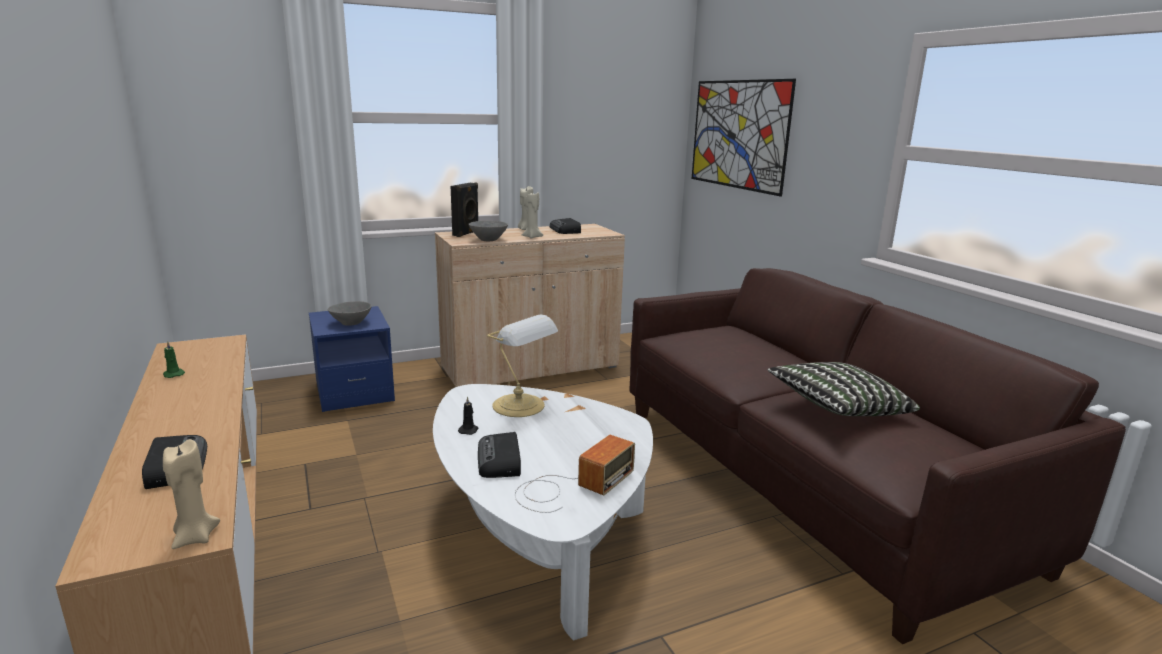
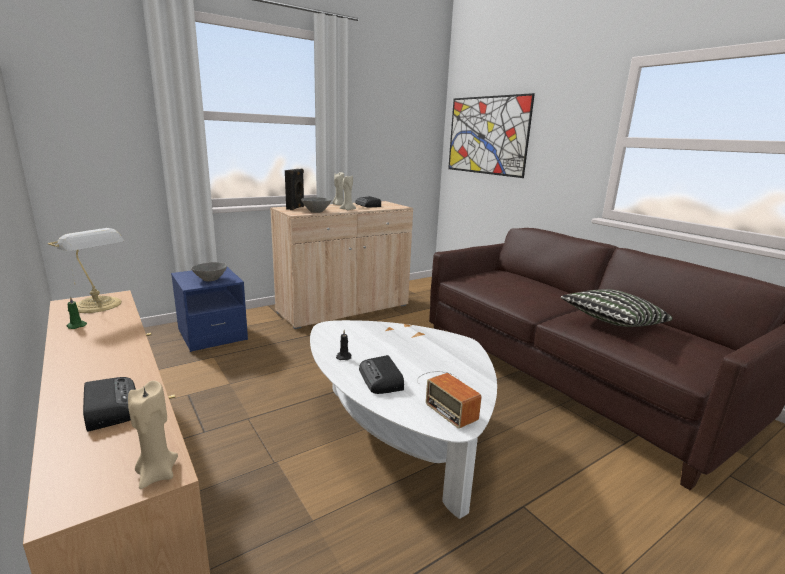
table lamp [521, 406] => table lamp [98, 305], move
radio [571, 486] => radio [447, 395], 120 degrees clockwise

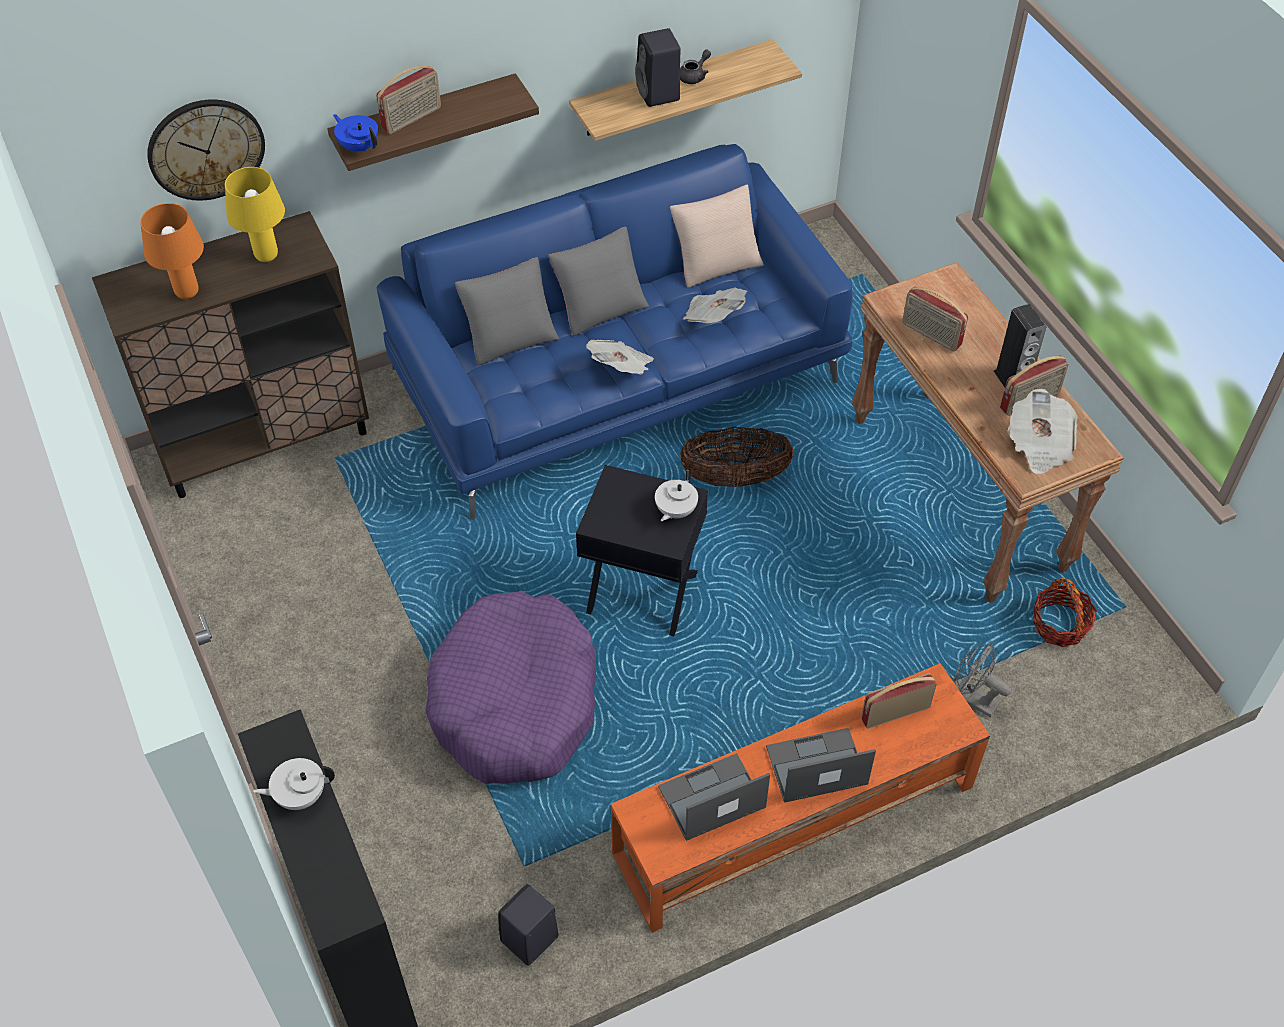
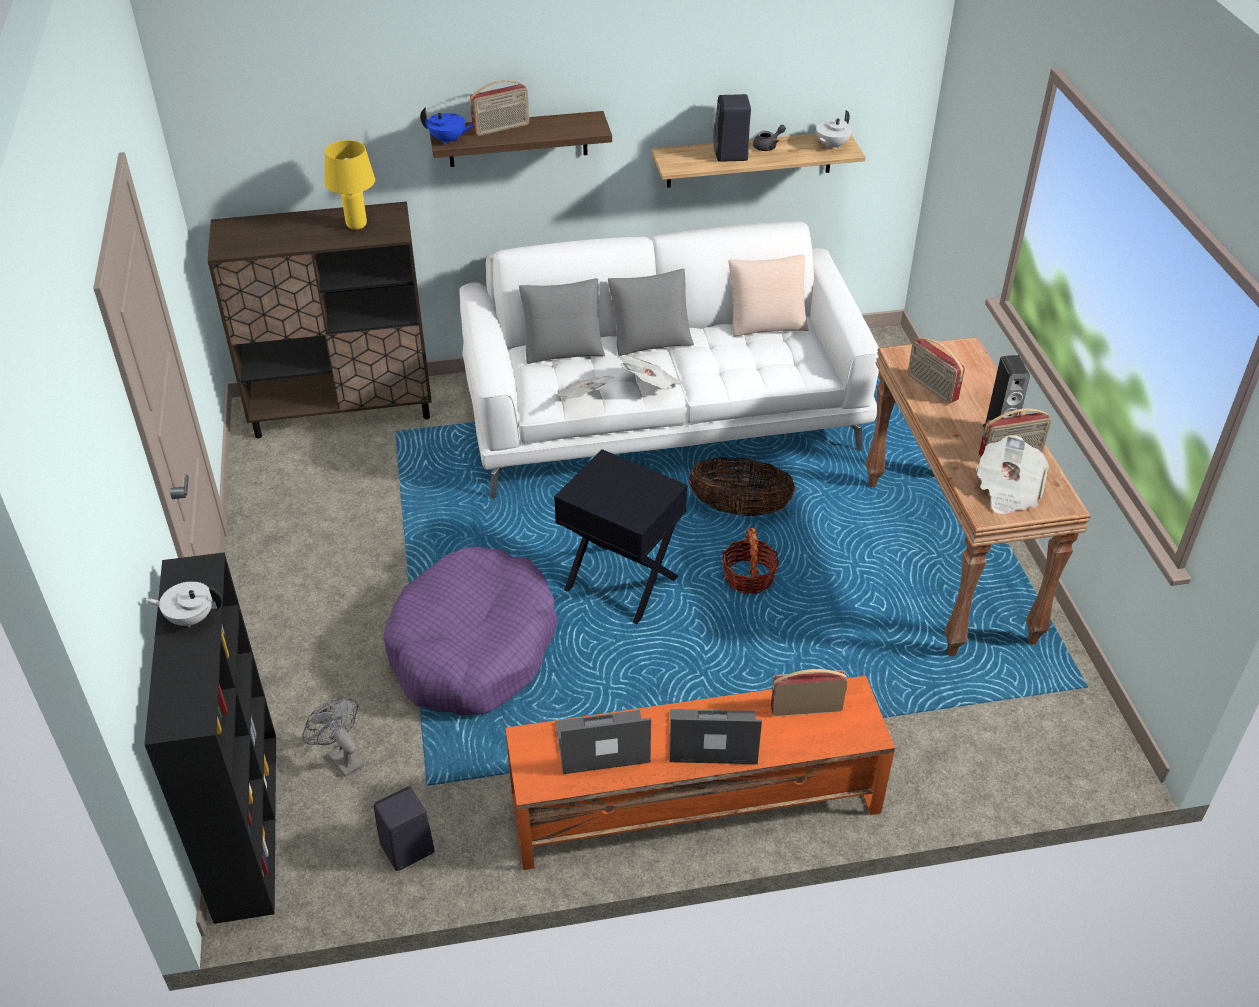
gray cooling fan [973, 699] => gray cooling fan [341, 757], move
bluish tea pot [359, 146] => bluish tea pot [448, 140], 135 degrees clockwise
bluish settee [619, 375] => white settee [664, 412]
daily paper [713, 317] => daily paper [583, 399], move
storage basket [1059, 625] => storage basket [749, 577], move
white tea pot [675, 511] => white tea pot [831, 146], move
orangey table lamp [187, 293] => nothing
hanging clock [206, 149] => nothing

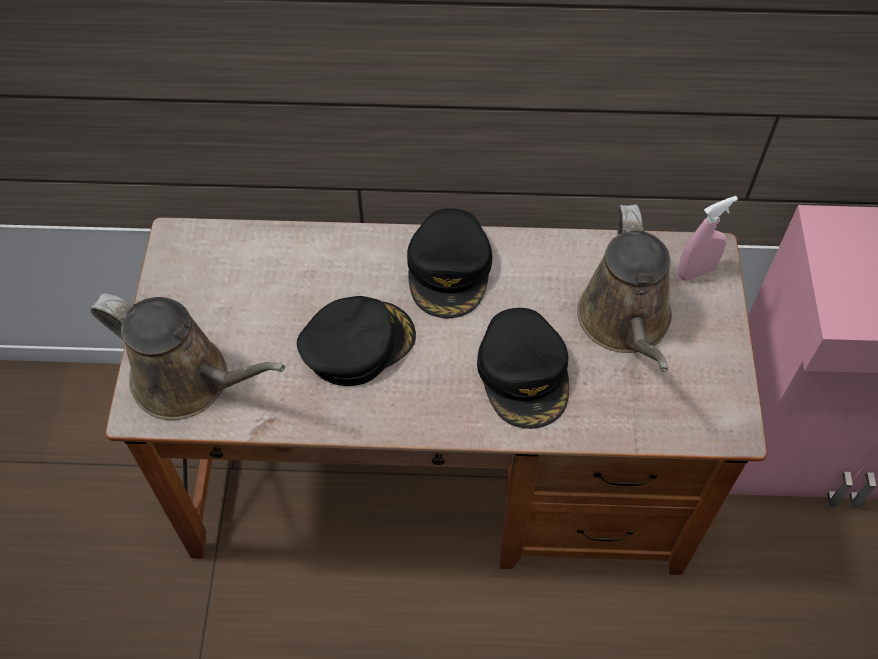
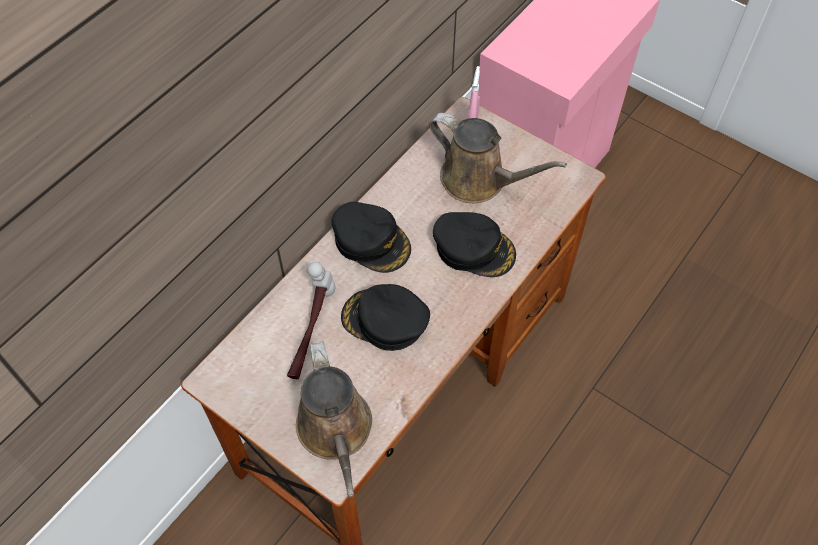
nothing => hand hammer [311, 330]
brownish watering pot [189, 381] => brownish watering pot [336, 432], 105 degrees clockwise
black baseball cap [357, 343] => black baseball cap [385, 320], 75 degrees counterclockwise

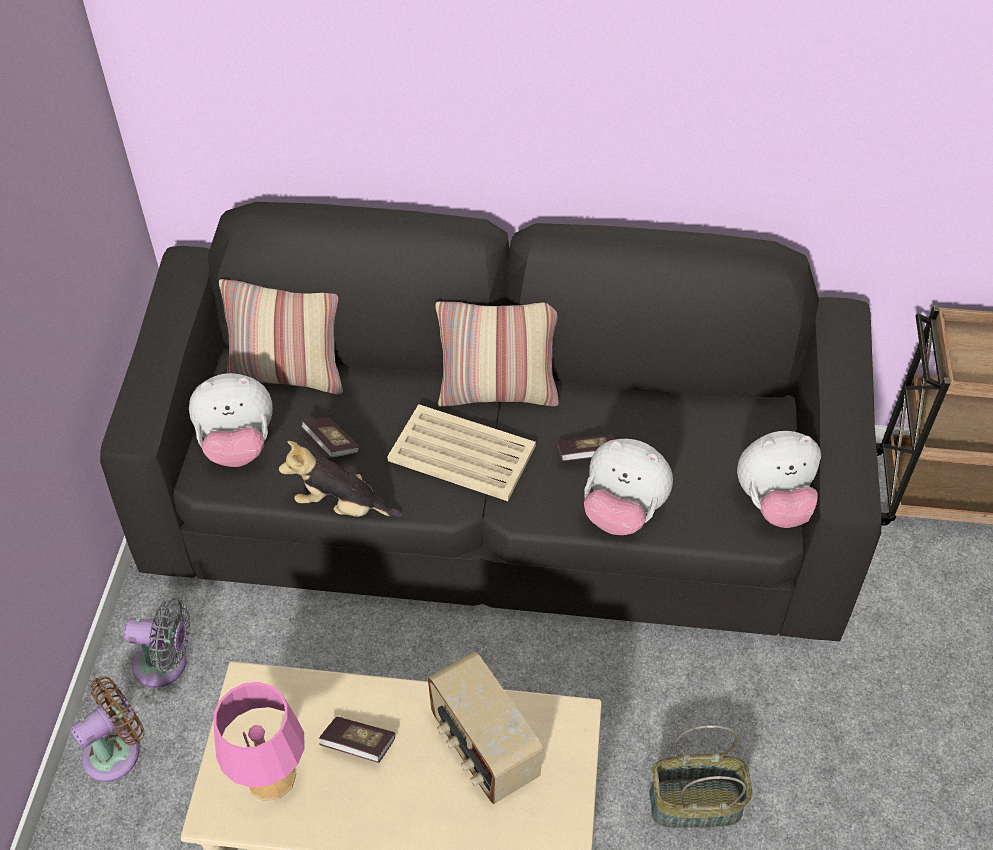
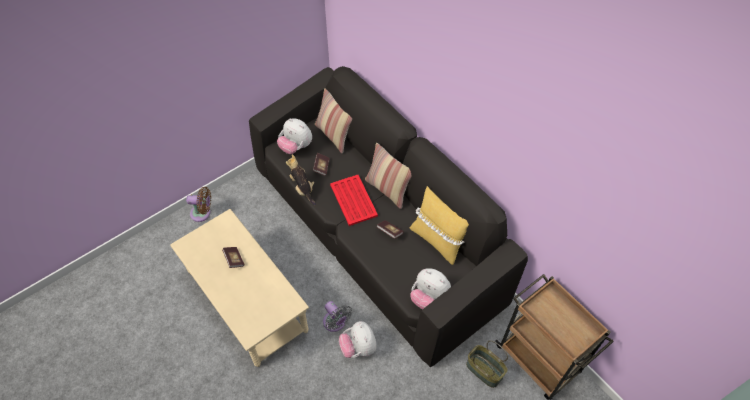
gray cooling fan [166, 664] => gray cooling fan [335, 323], move
sand-coloured carrying tray [463, 454] => reddish carrying tray [353, 201]
plush toy [622, 512] => plush toy [358, 347], move
nothing => yellow pillow [437, 240]
storage basket [694, 805] => storage basket [483, 370], move
pink table lamp [271, 778] => nothing
radio [483, 748] => nothing

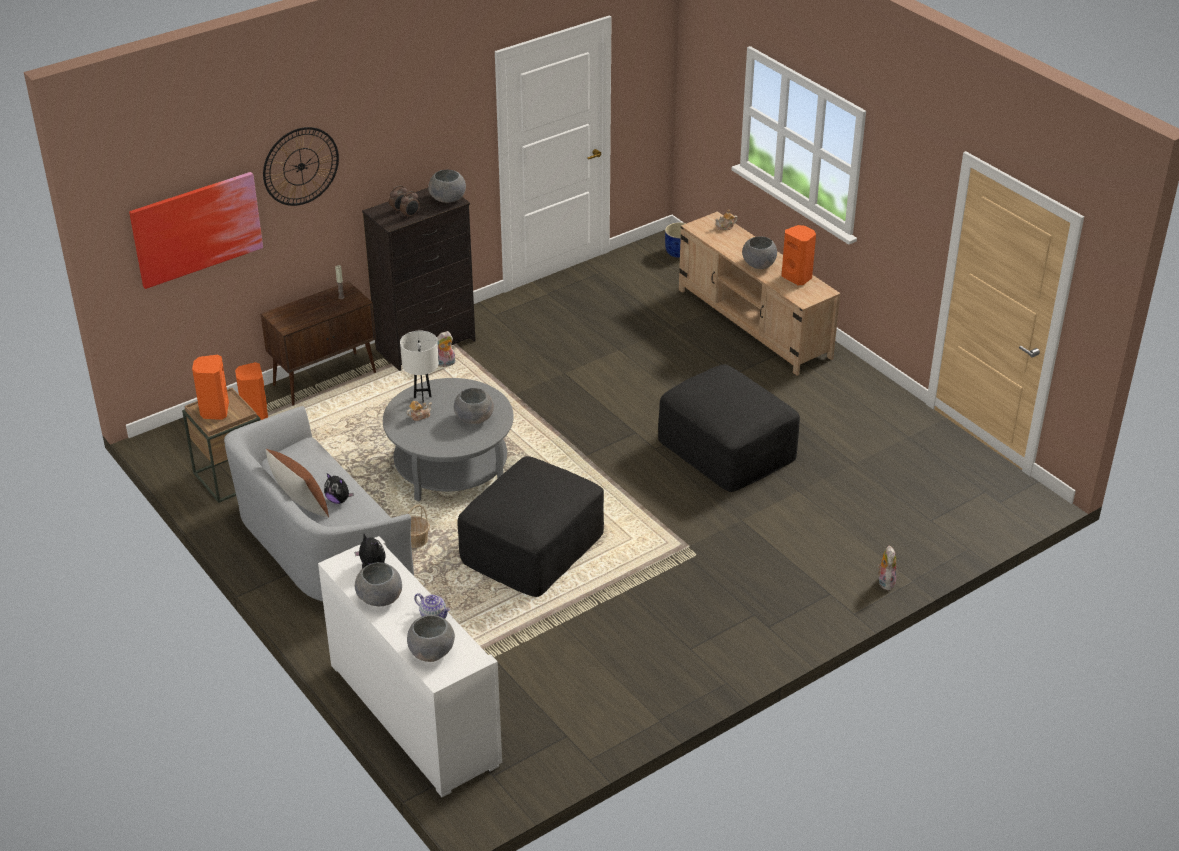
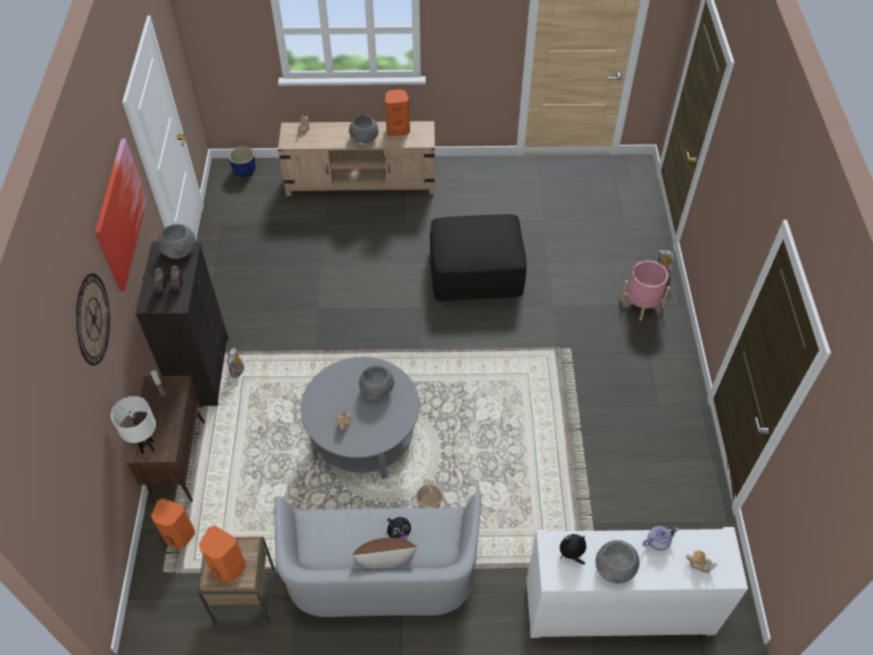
picture [196, 228] => picture [119, 214], move
white table lamp [422, 397] => white table lamp [147, 447], move
nothing => pink plant pot [641, 304]
gray bowl [432, 651] => tea pot [699, 564]
black footrest [532, 546] => nothing

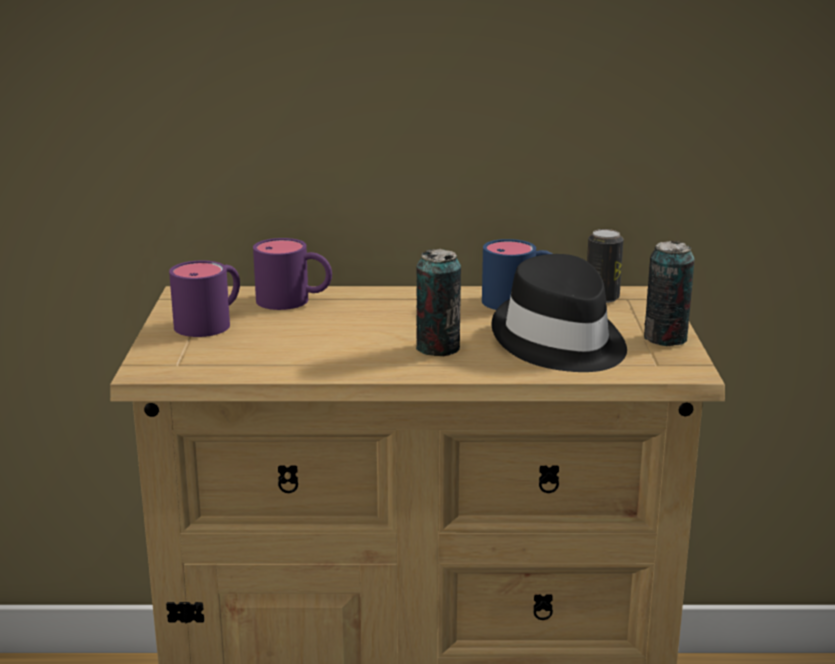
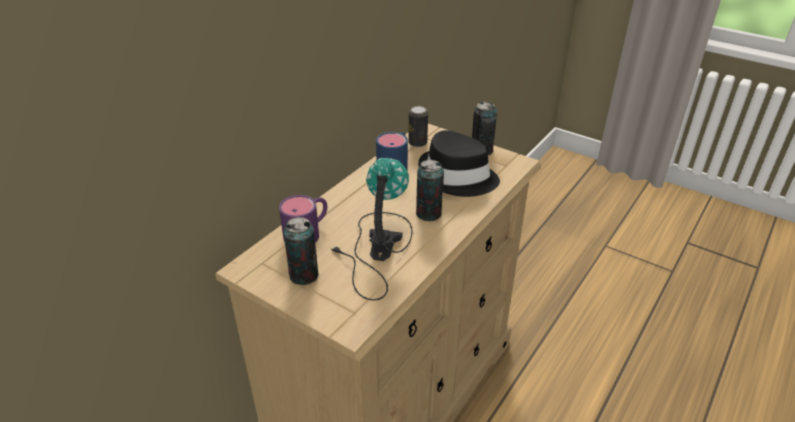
purple coffee mug [212, 322] => can [304, 275]
nothing => table lamp [376, 249]

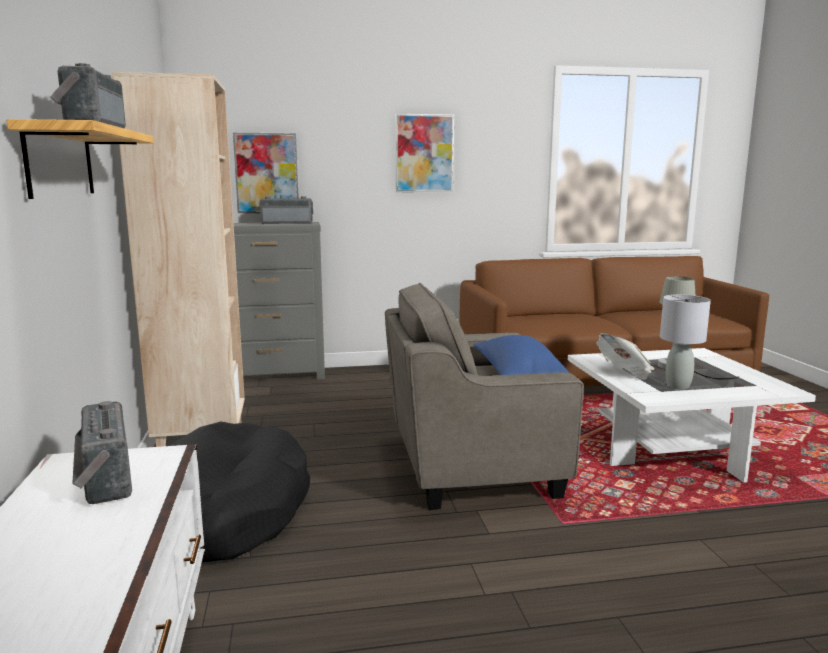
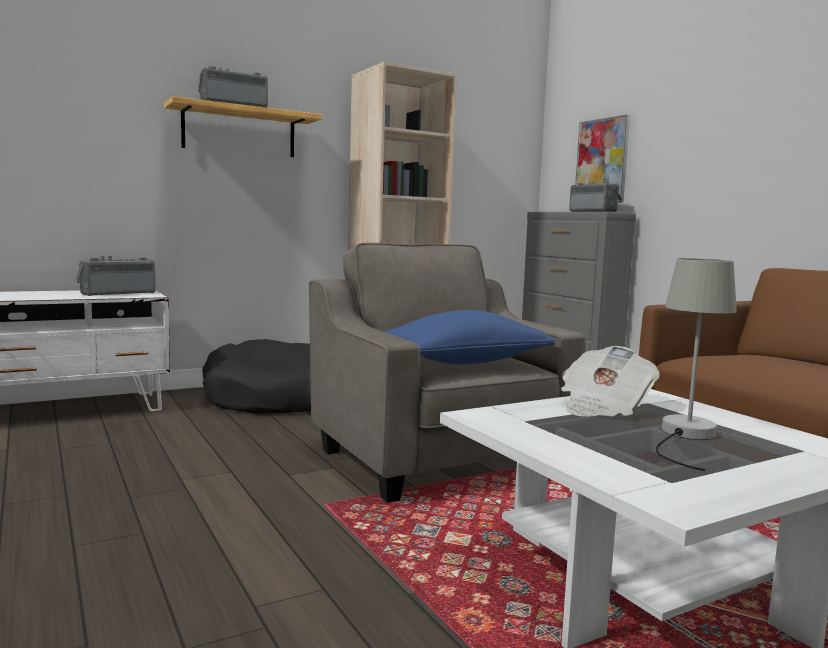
picture [424, 153] => nothing
gray table lamp [678, 385] => nothing

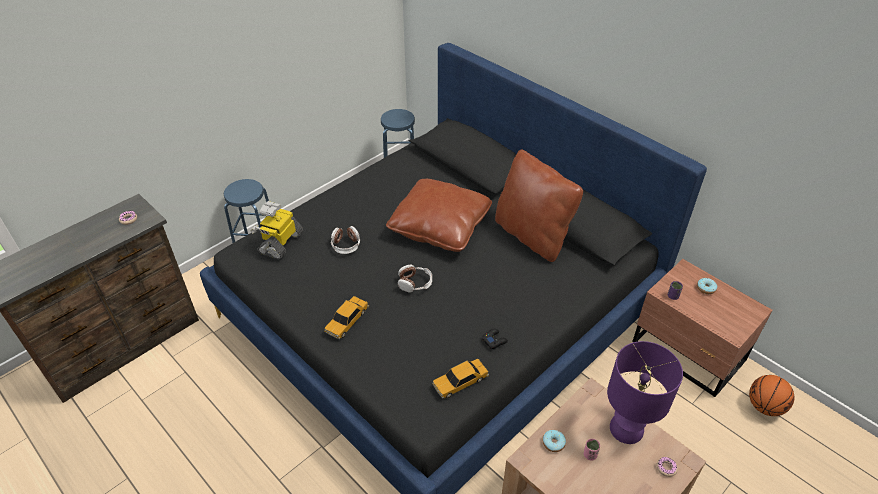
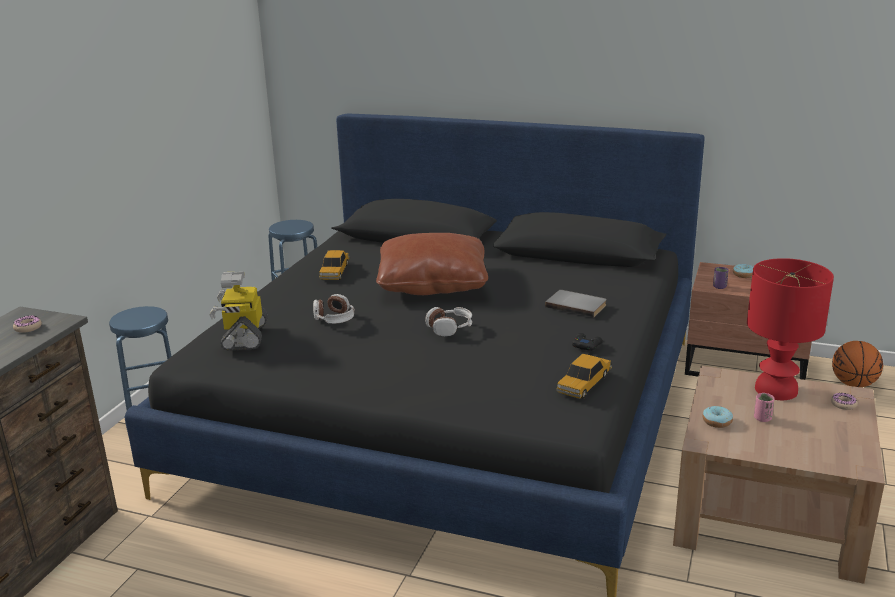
model car [347, 321] => model car [334, 272], move
nothing => gray volume [576, 305]
purple table lamp [627, 428] => reddish table lamp [776, 389]
brownish pillow [532, 235] => nothing

